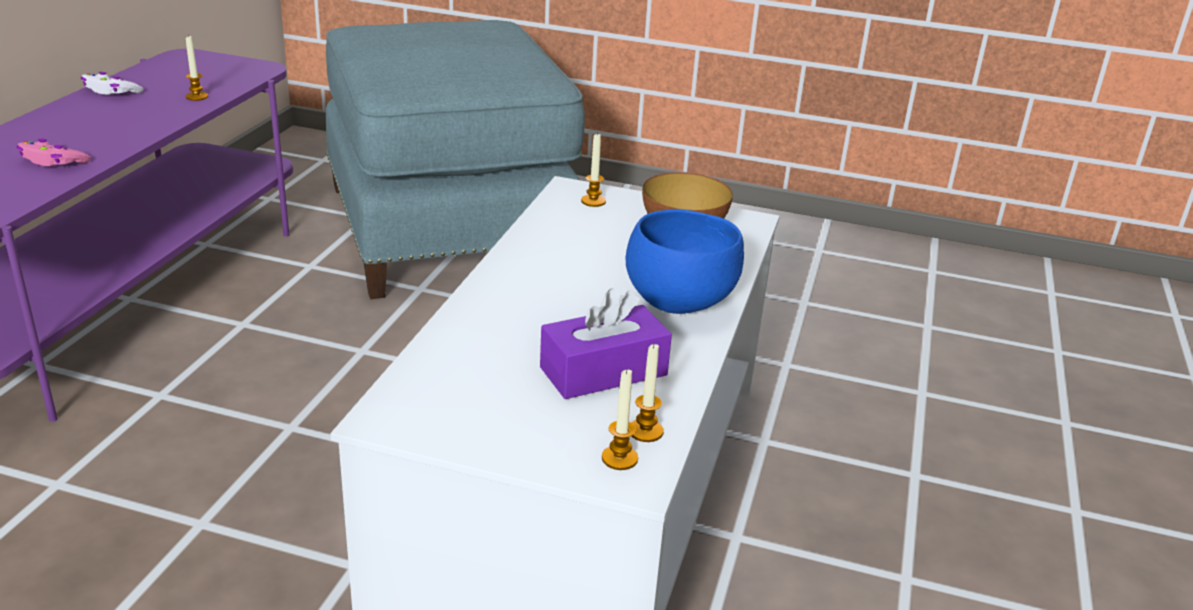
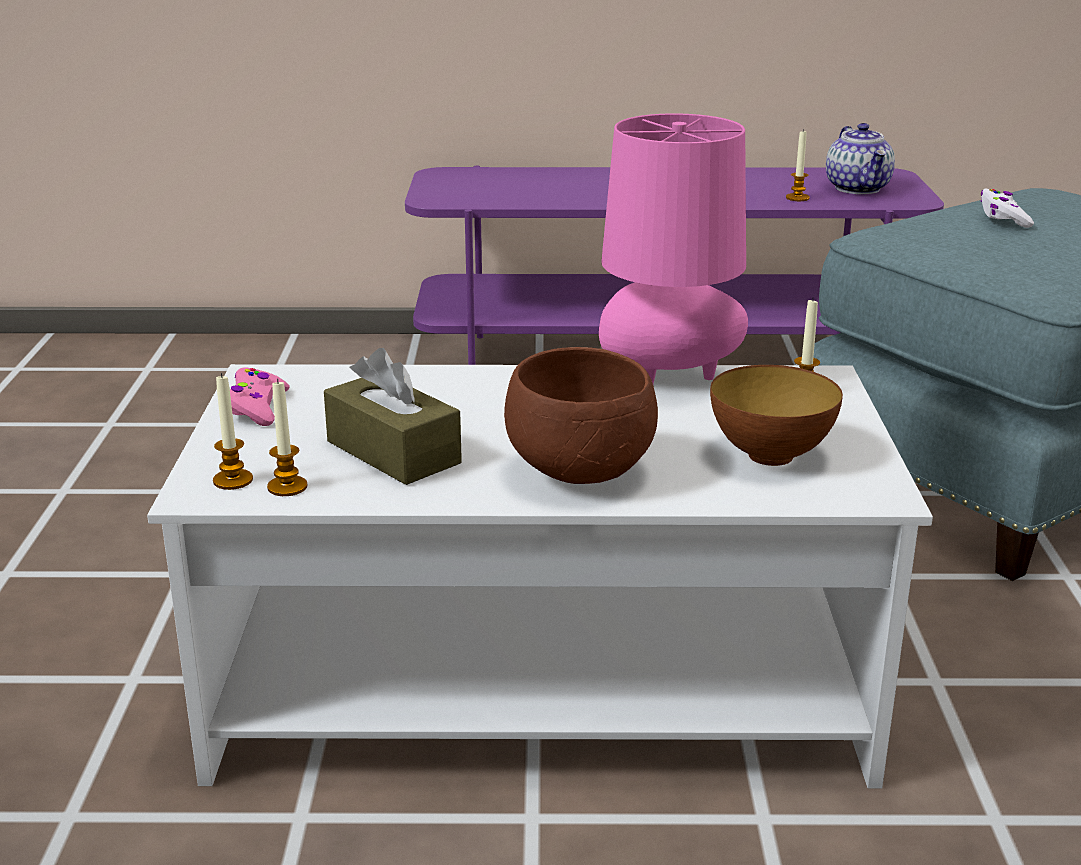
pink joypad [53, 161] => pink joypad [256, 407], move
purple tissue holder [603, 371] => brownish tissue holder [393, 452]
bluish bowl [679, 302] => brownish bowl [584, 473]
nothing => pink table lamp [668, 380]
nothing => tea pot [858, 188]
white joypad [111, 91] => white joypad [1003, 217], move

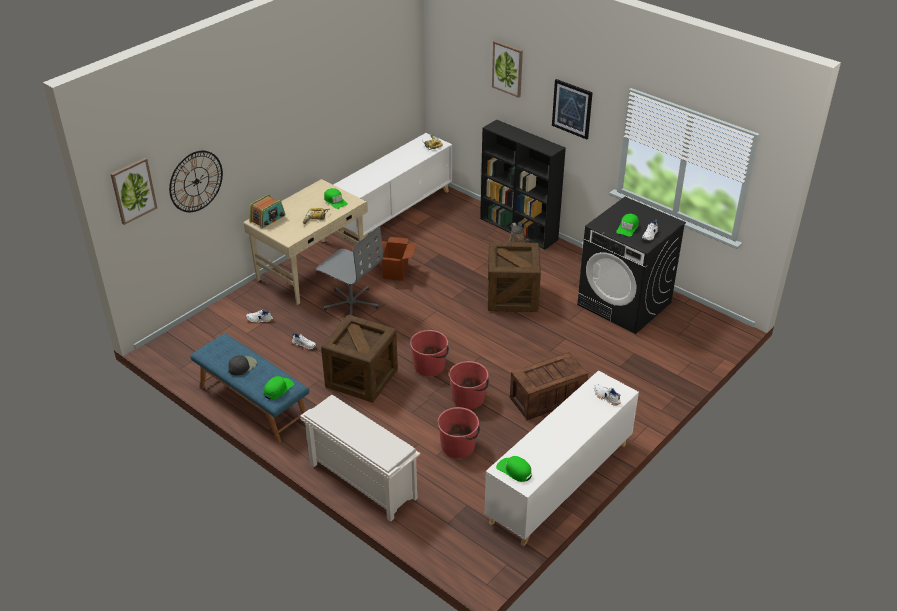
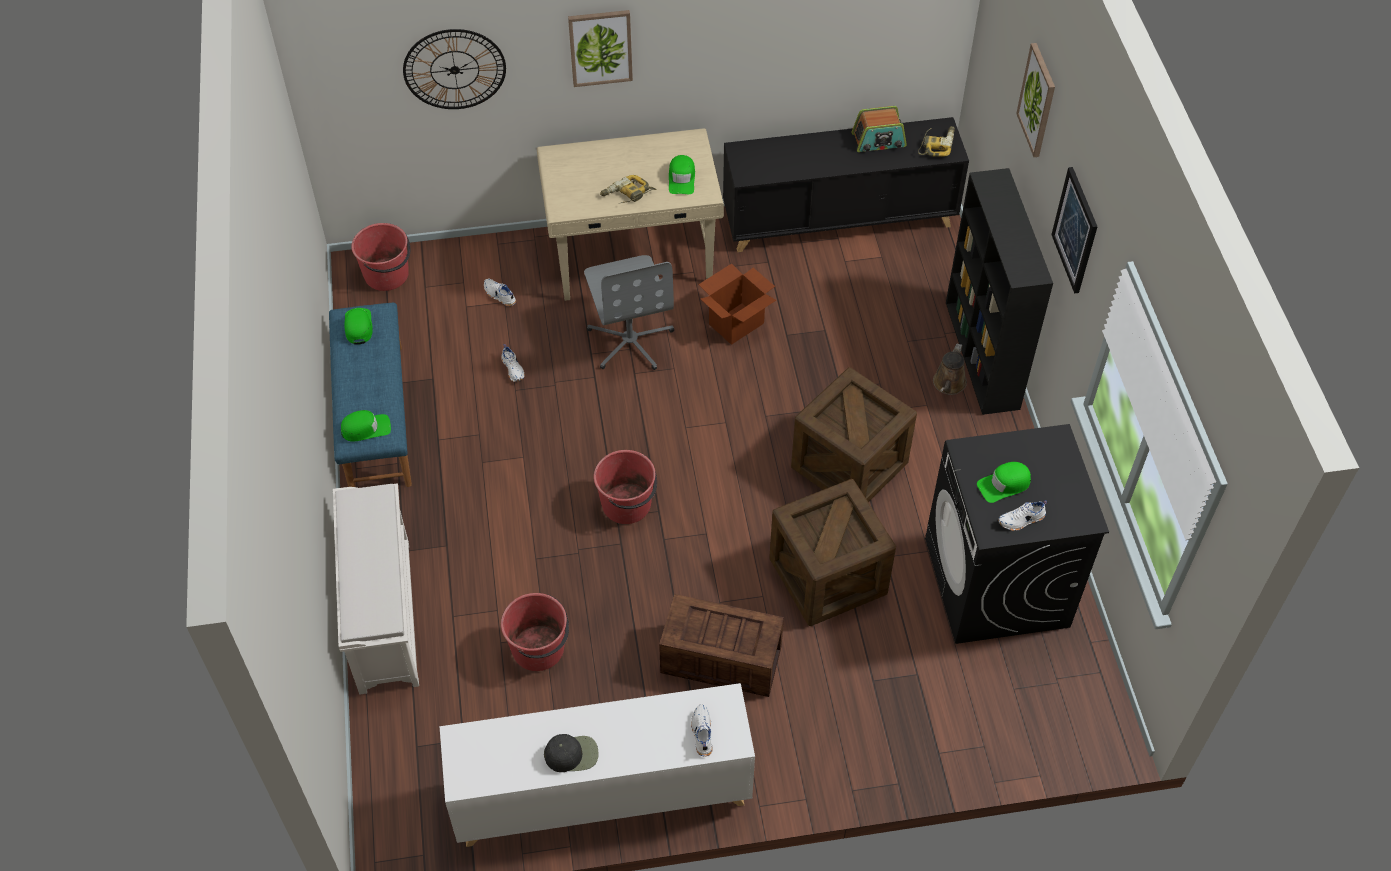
green-coloured baseball cap [514, 470] => green-coloured baseball cap [358, 326], move
reddish bucket [469, 398] => reddish bucket [387, 275], move
black baseball cap [242, 366] => black baseball cap [572, 754], move
picture [133, 190] => picture [600, 47], move
white cabinet [395, 211] => black cabinet [839, 220]
packing crate [361, 378] => packing crate [828, 576], move
radio [268, 219] => radio [878, 140], move

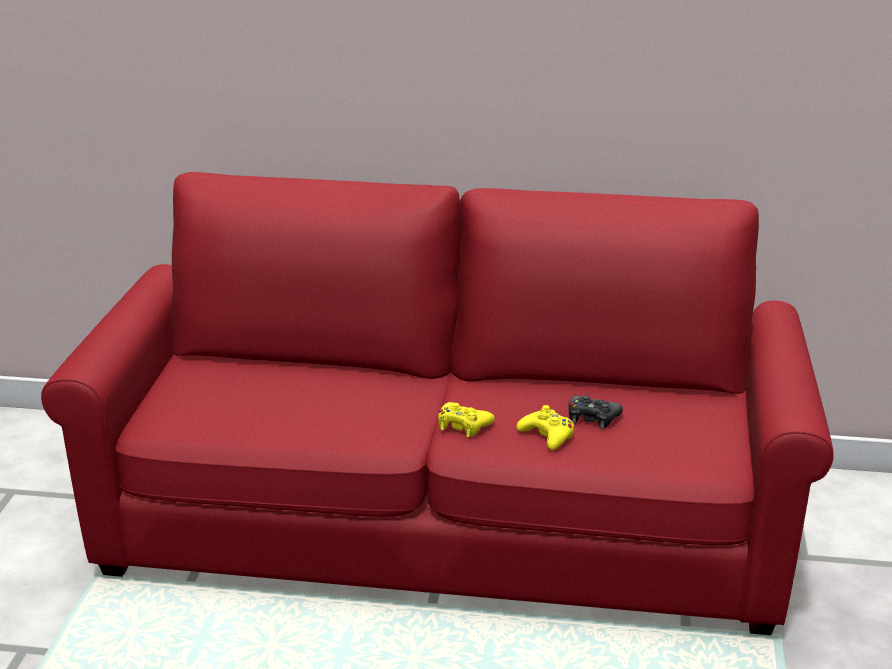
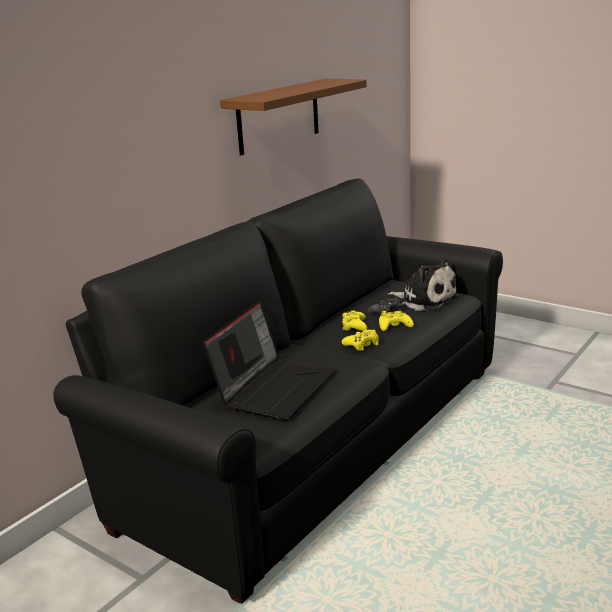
reddish settee [446, 524] => black settee [314, 439]
nothing => notebook computer [274, 387]
nothing => brownish bracket shelf [278, 116]
nothing => yellow joypad [354, 326]
nothing => plush toy [424, 300]

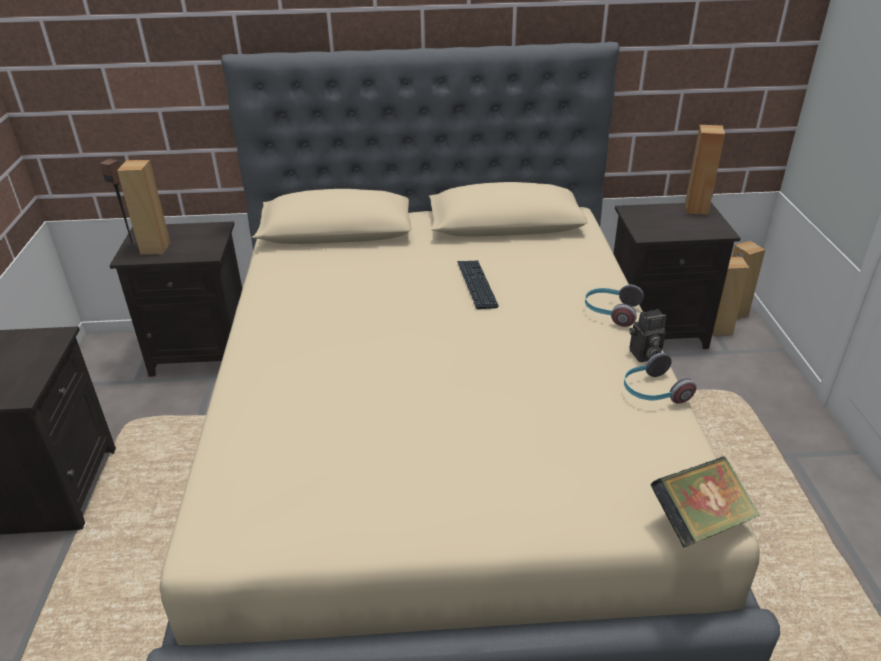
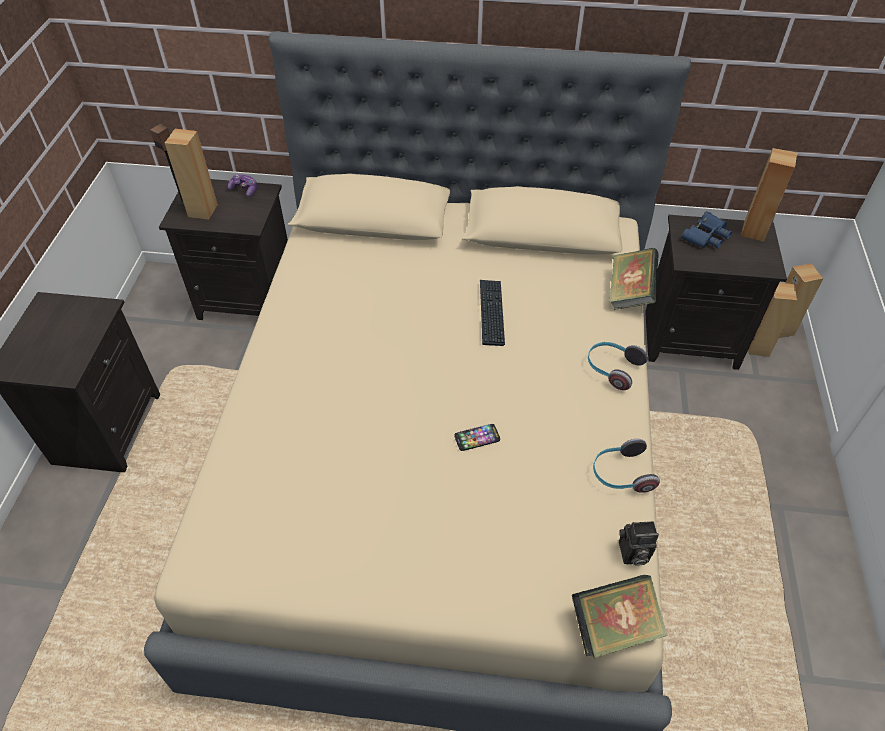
nothing => joypad [244, 189]
nothing => phone [477, 438]
nothing => volume [630, 293]
still camera [644, 355] => still camera [632, 554], move
nothing => bluish field glasses [706, 235]

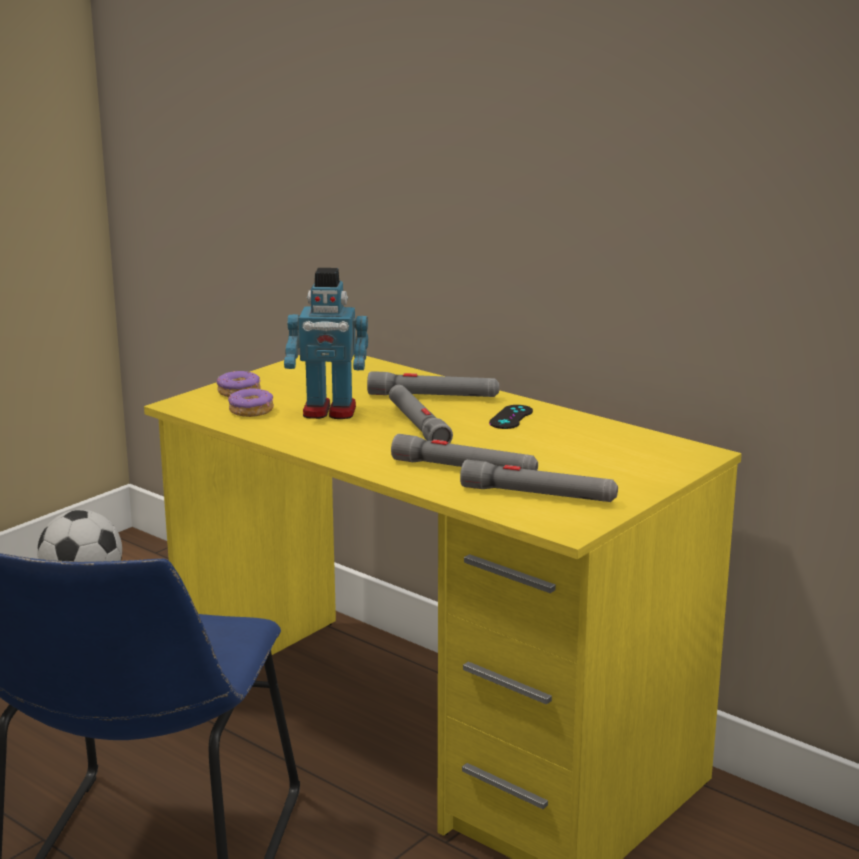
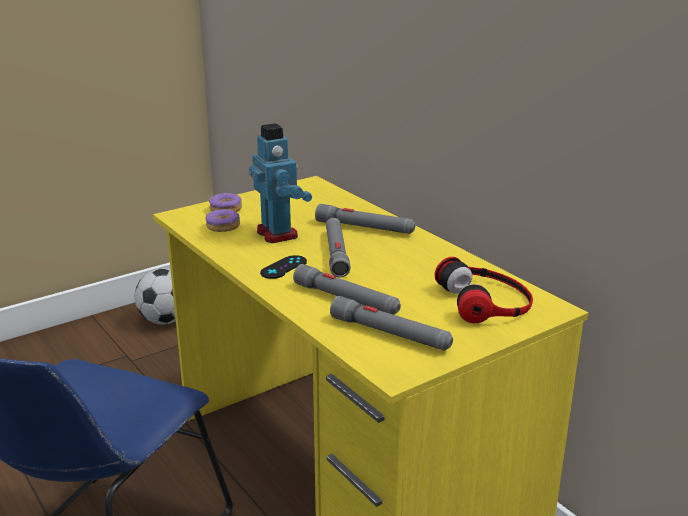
robot figure [329, 412] => robot figure [278, 234], 135 degrees counterclockwise
black joypad [511, 417] => black joypad [284, 267], move
nothing => headset [486, 301]

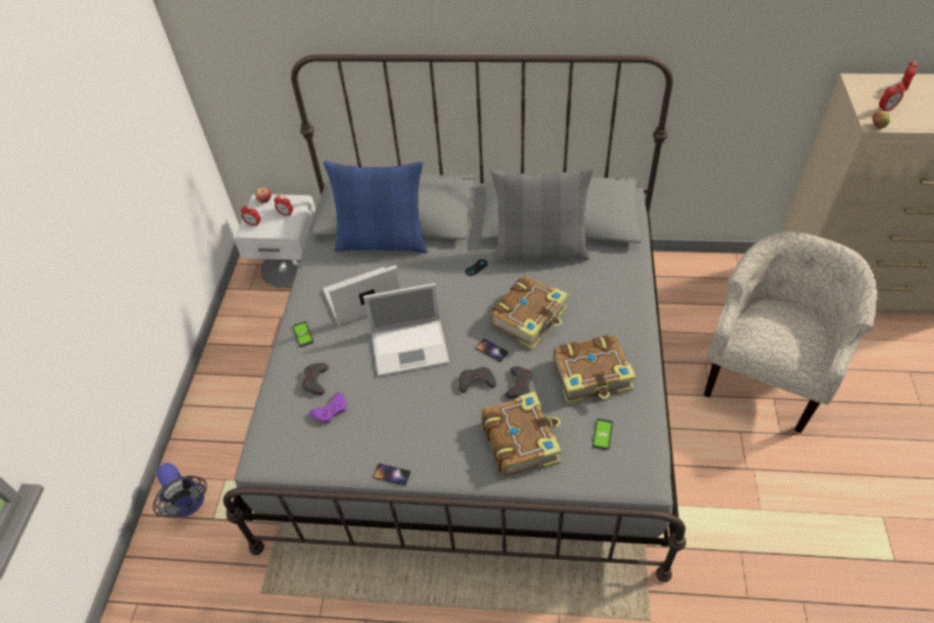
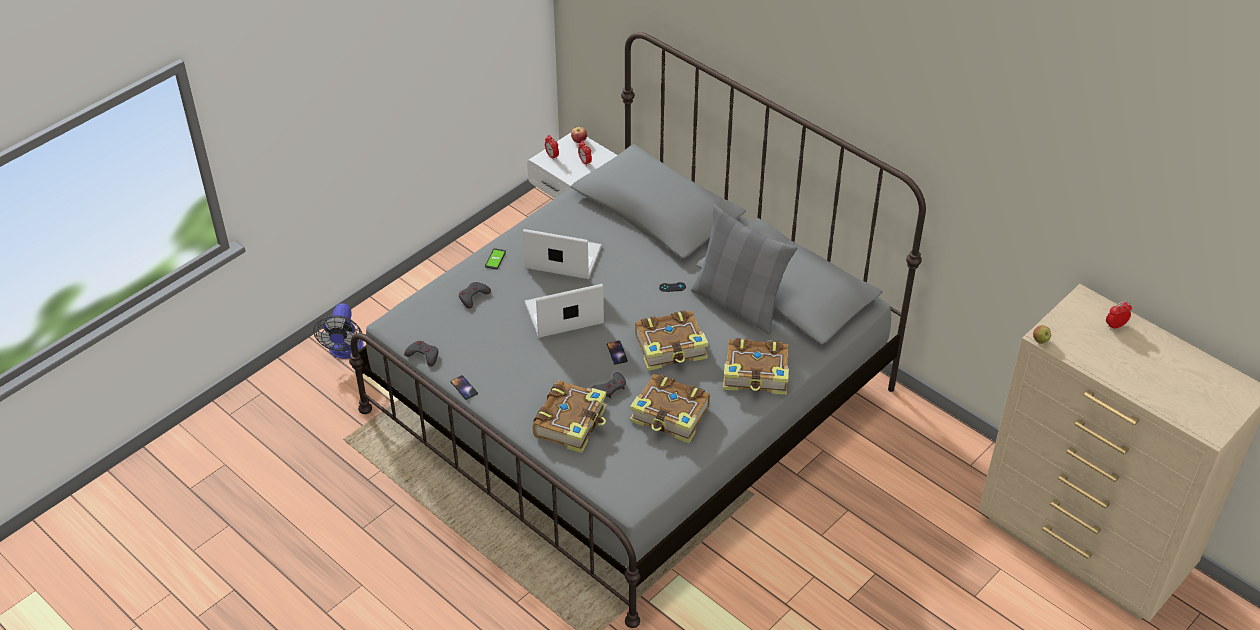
gray joypad [476, 382] => gray joypad [423, 355], move
notebook computer [411, 346] => notebook computer [562, 314], 135 degrees clockwise
nothing => volume [756, 375]
purple joypad [331, 410] => nothing
bluish pillow [382, 242] => nothing
phone [602, 434] => nothing
sand-coloured easy chair [763, 380] => nothing
bedside clock [886, 109] => nothing

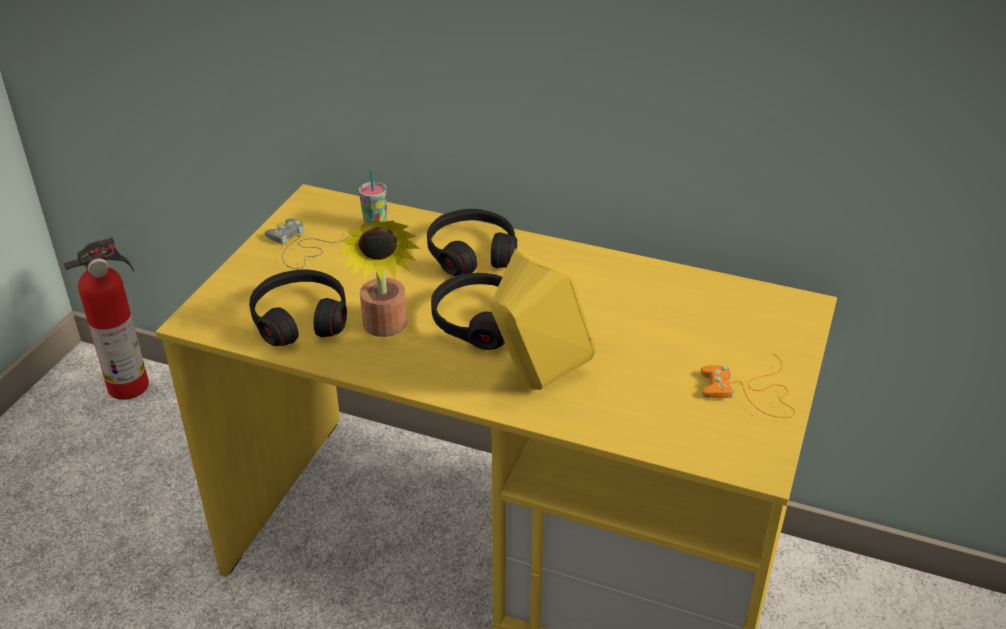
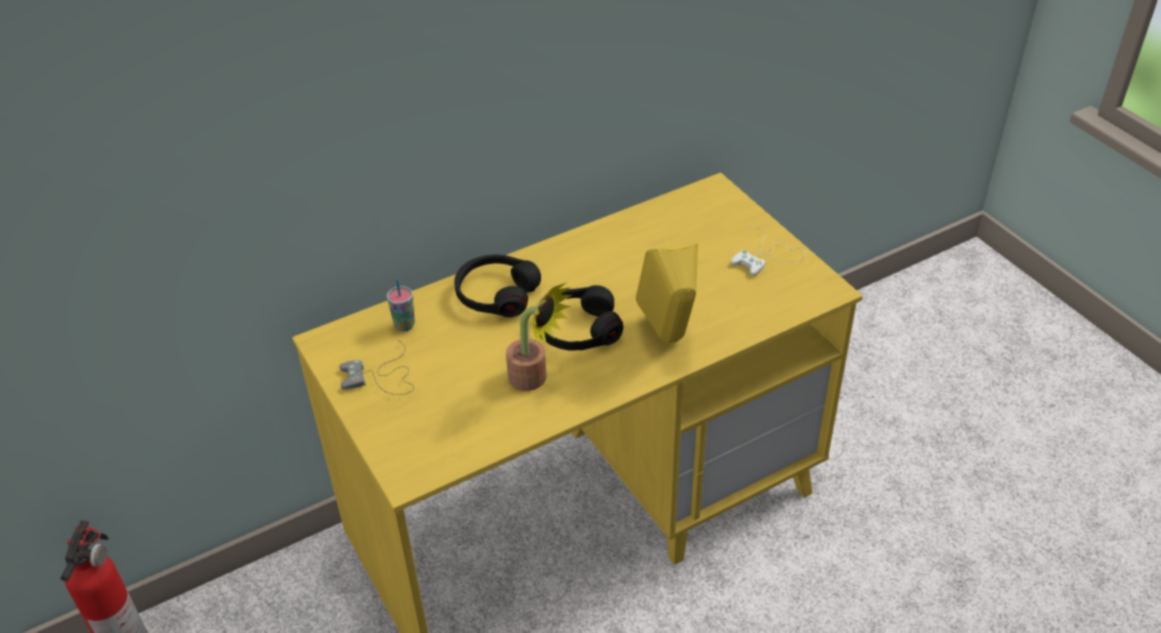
orangey joypad [751, 392] => white joypad [768, 256]
black headset [300, 318] => nothing

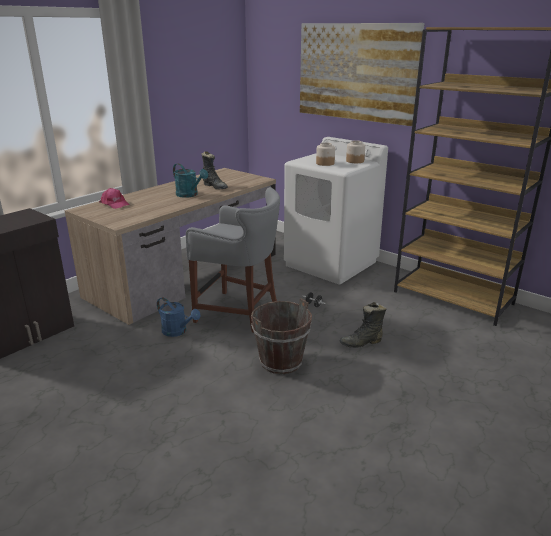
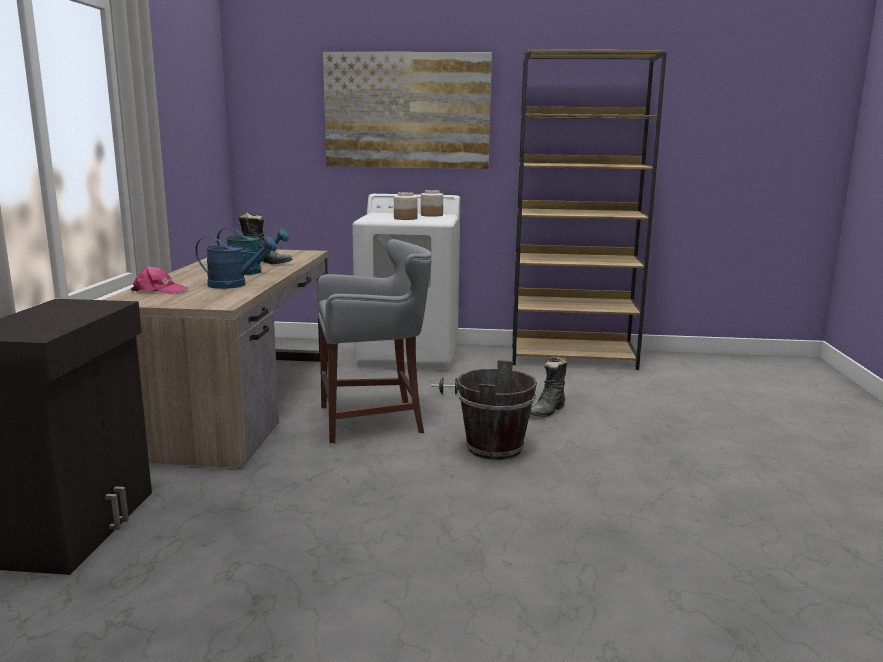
bluish watering pot [178, 331] => bluish watering pot [234, 285], move

